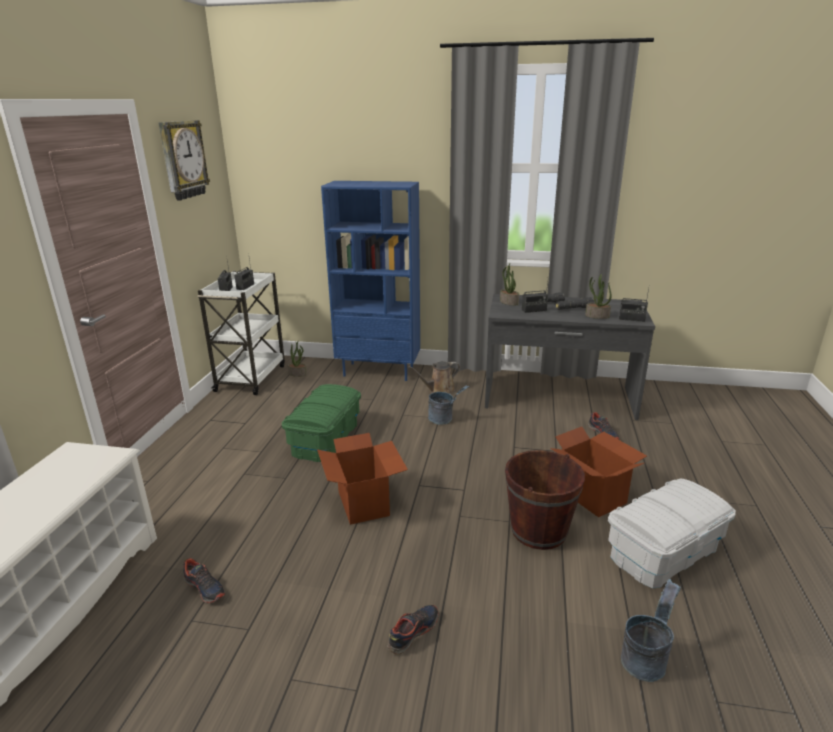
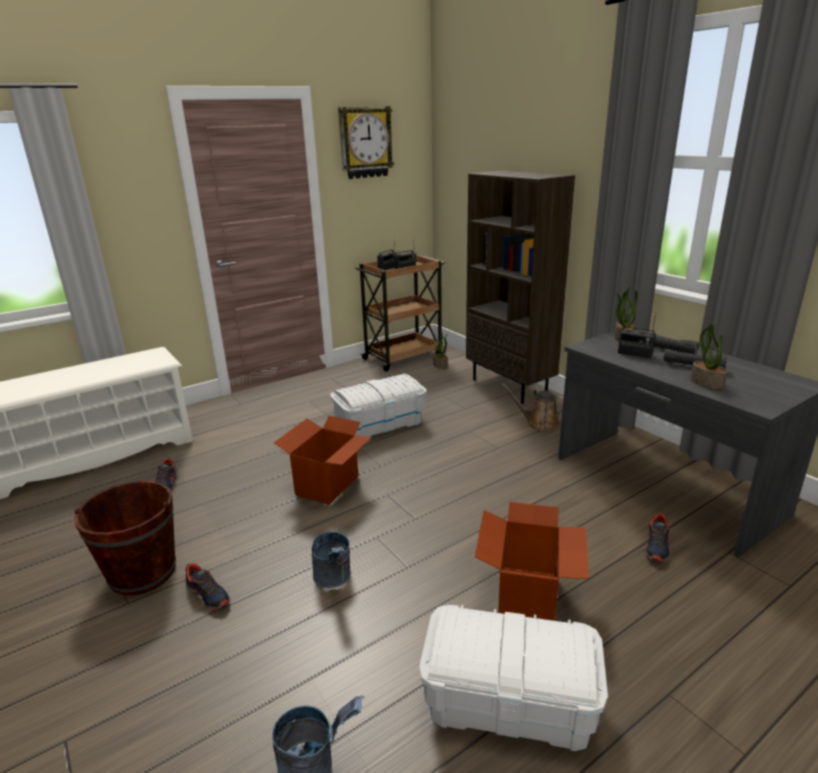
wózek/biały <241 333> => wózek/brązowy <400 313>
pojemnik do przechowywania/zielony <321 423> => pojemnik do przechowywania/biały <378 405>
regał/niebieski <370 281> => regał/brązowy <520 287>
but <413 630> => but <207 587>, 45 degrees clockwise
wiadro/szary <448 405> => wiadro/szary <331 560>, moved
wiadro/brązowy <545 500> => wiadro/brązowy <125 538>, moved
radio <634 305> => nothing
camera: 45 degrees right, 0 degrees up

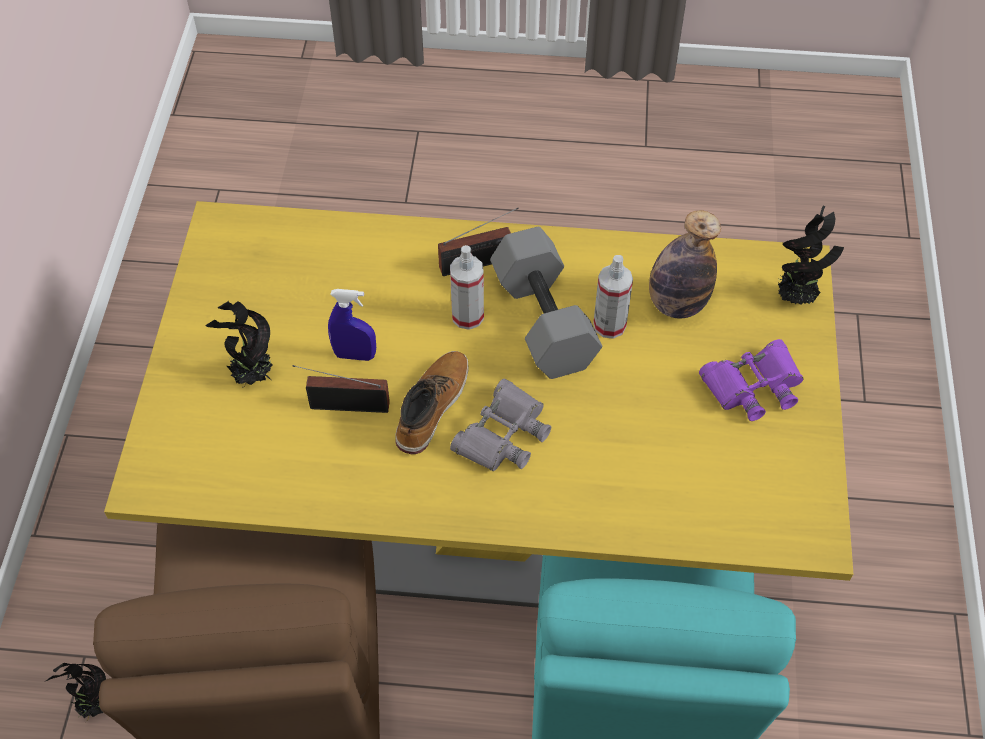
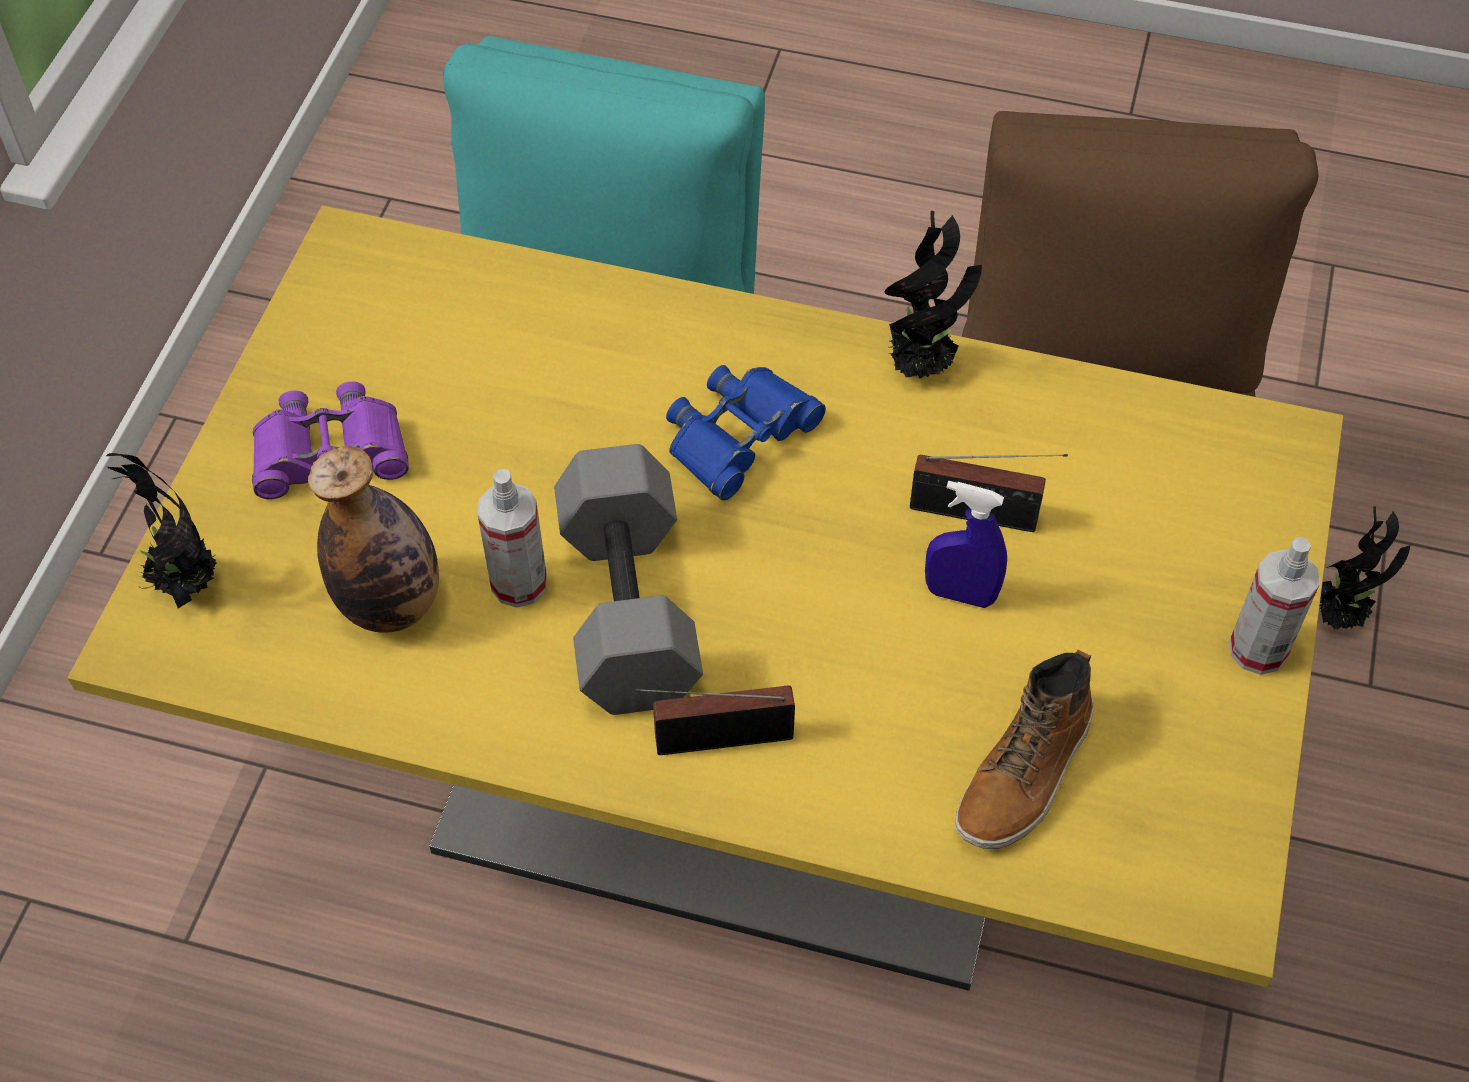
roślina doniczkowa <239 344> => roślina doniczkowa <933 295>, moved
but z cholewką <432 402> => but z cholewką <1024 749>, moved
spryskiwacz <467 287> => spryskiwacz <1275 606>, moved
lornetka/szary <500 424> => lornetka/niebieski <746 433>
camera: 170 degrees left, 0 degrees up

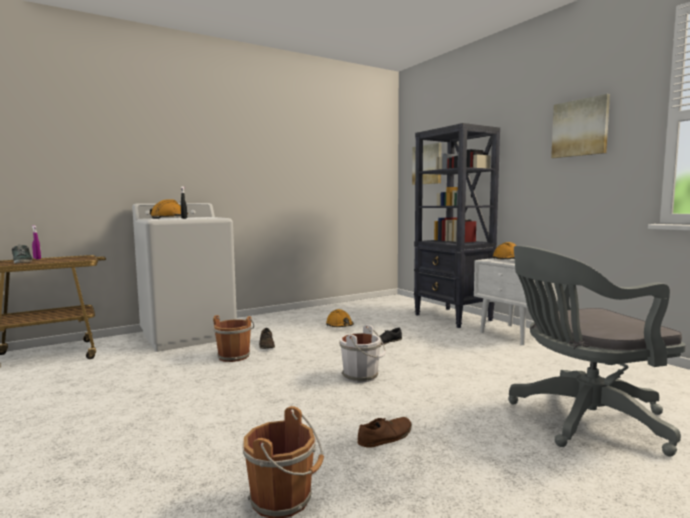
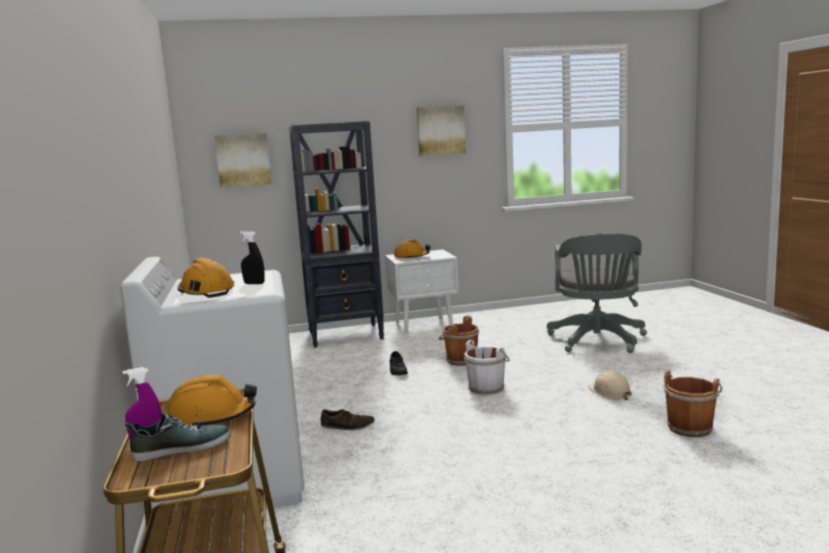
wiadro/brązowy <233 338> => wiadro/brązowy <459 341>, moved
kask/pomarańczowy <340 318> => kask/pomarańczowy <212 400>, moved
but/brązowy <384 432> => kask/beżowy <610 385>
camera: 70 degrees left, 5 degrees up

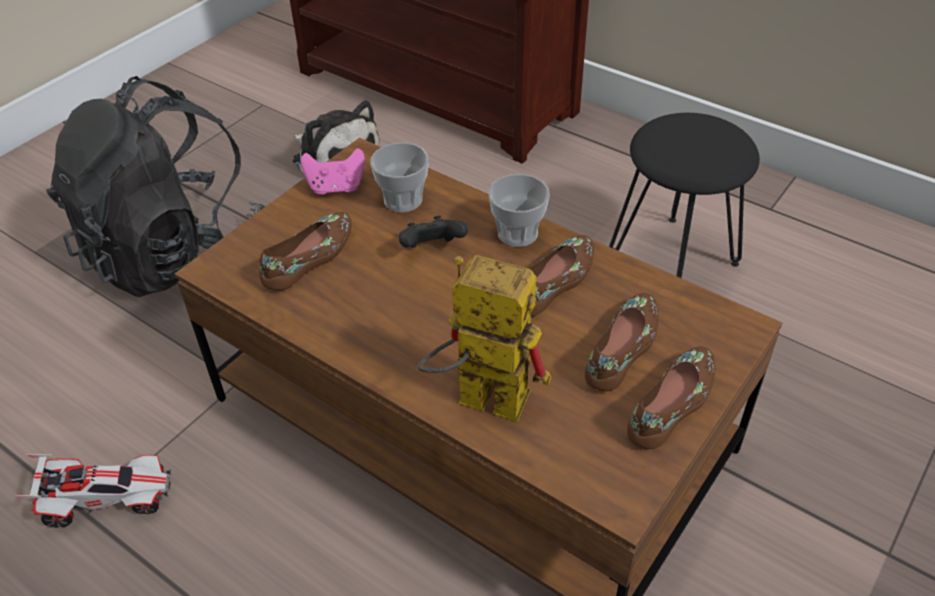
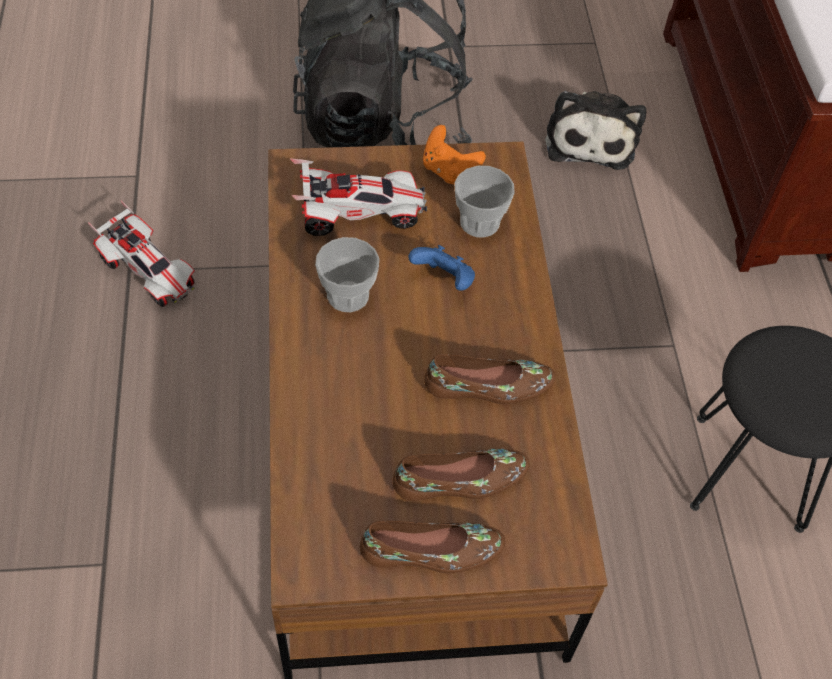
but/brązowy <305 251> => samochodzik <358 197>
pad do gier/różowy <333 171> => pad do gier/pomarańczowy <454 154>
pad do gier/czarny <433 232> => pad do gier/niebieski <442 268>
robot zabawkowy <484 338> => nothing
filiżanka <519 210> => filiżanka <347 274>, moved
camera: 45 degrees right, 10 degrees up

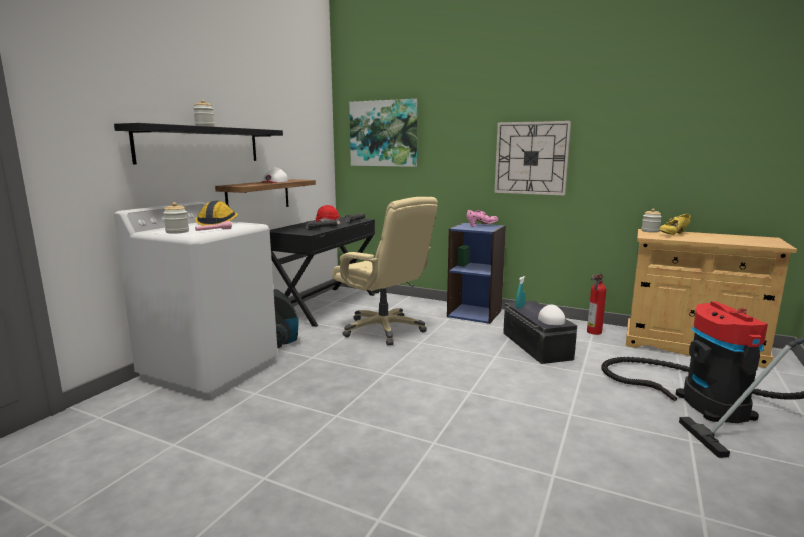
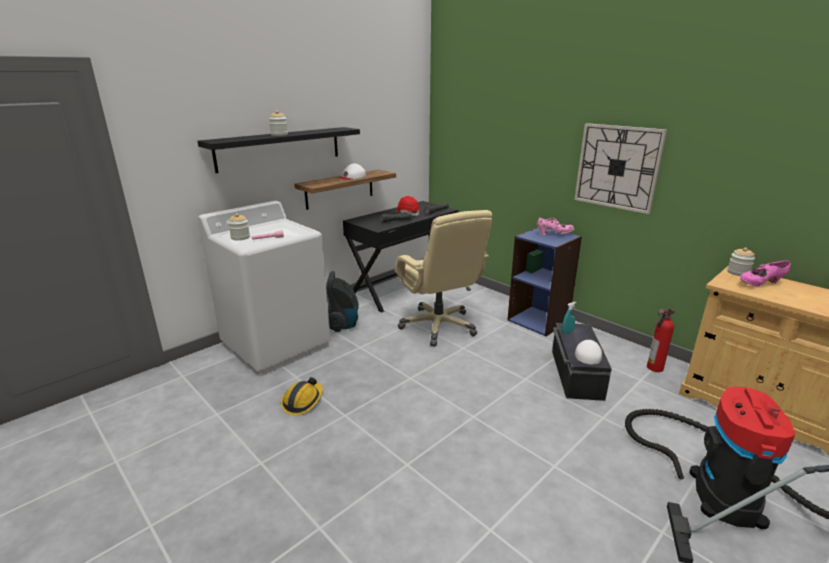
kask <216 213> => kask <302 396>, moved
obraz <383 133> => nothing
but/żółty <675 224> => but/różowy <765 273>
camera: 20 degrees right, 10 degrees up

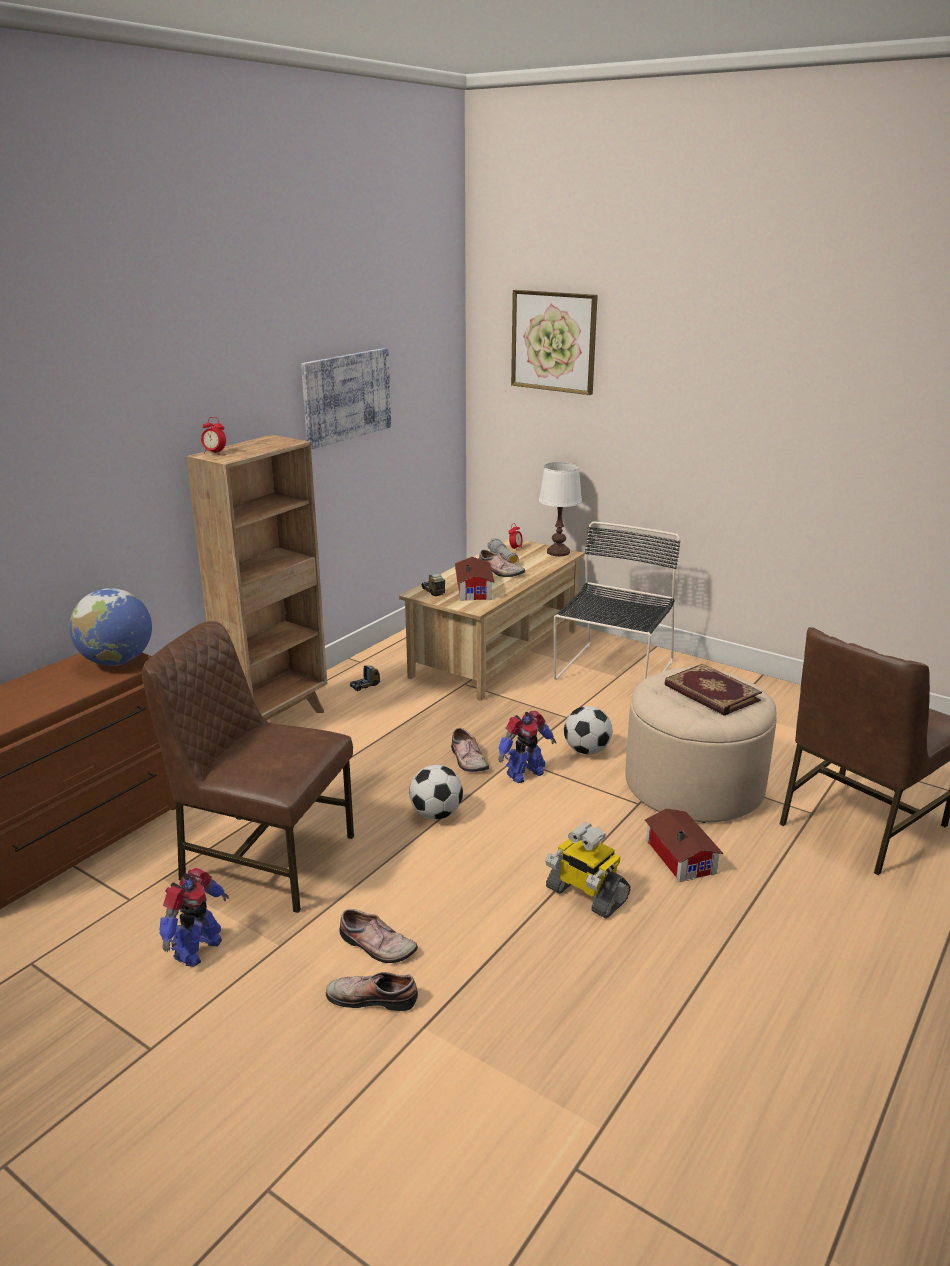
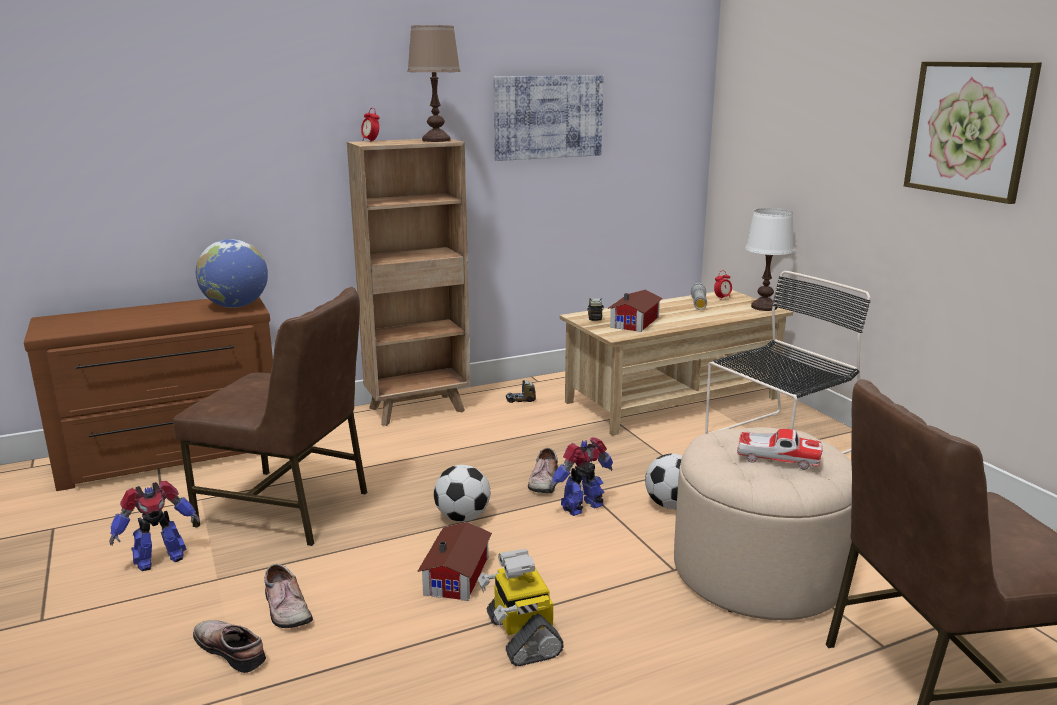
krzesło/brązowy <248 767> => krzesło/brązowy <270 416>, 150 degrees clockwise
but <502 563> => nothing
robot zabawkowy <527 747> => robot zabawkowy <581 476>, 150 degrees clockwise
obraz <554 342> => obraz <973 132>, moved
domek <684 845> => domek <455 561>, moved
książka <713 690> => samochodzik <780 449>
nothing => lampa stołowa/brązowy <434 83>
camera: 30 degrees right, 5 degrees down

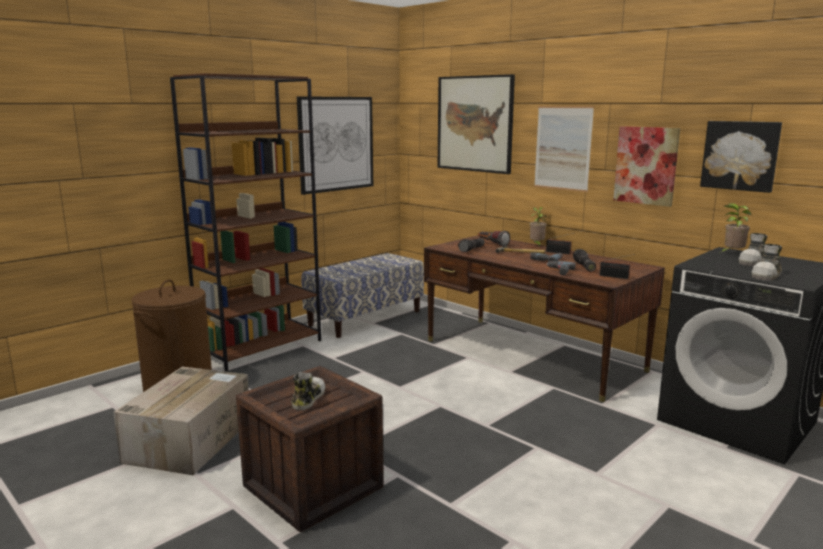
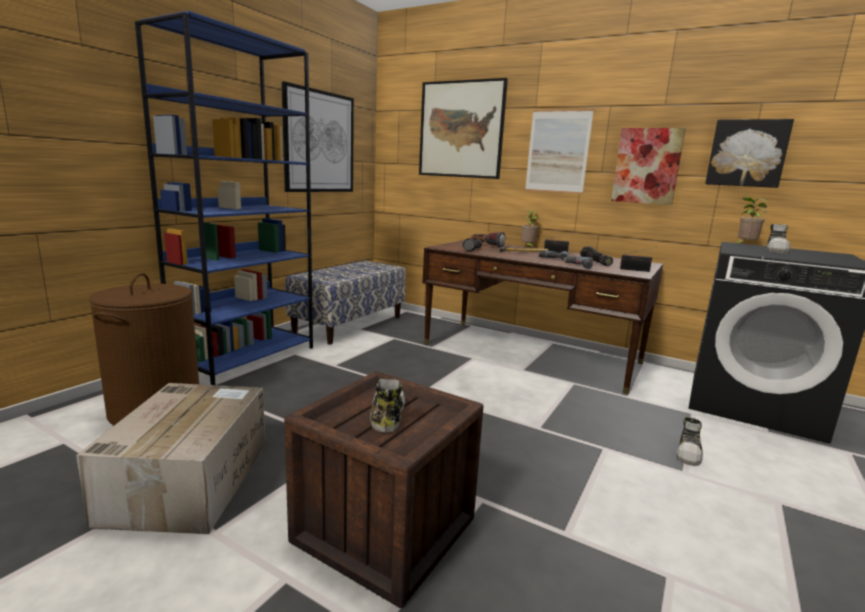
regał/brązowy <245 222> => regał/niebieski <224 198>
but <766 262> => but <689 441>, moved
camera: 15 degrees left, 0 degrees up

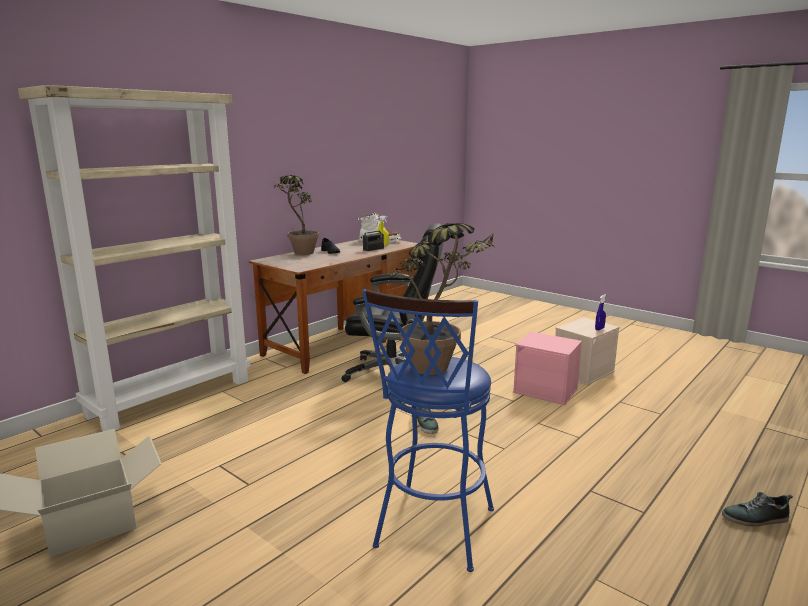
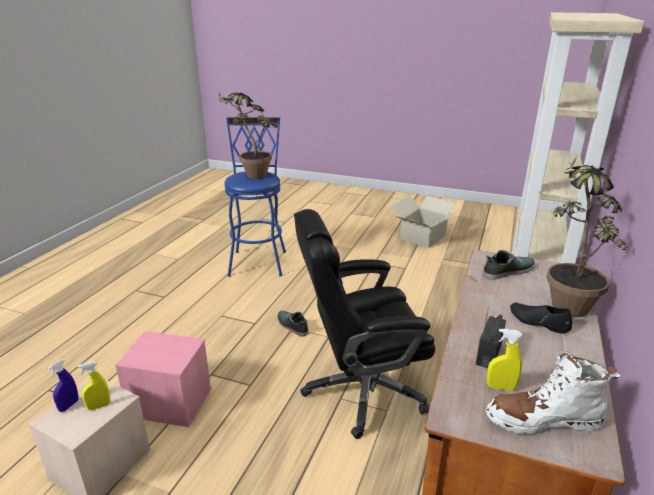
but <757 509> => but <509 265>, moved
nothing => spryskiwacz/żółty <93 385>
camera: 160 degrees right, 10 degrees up

